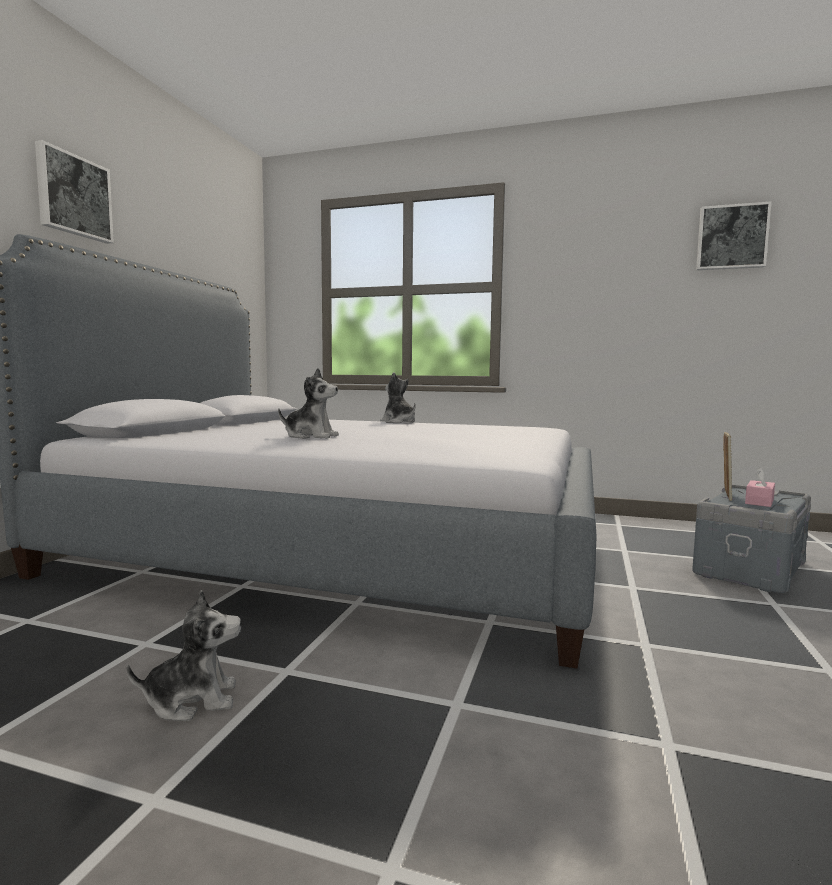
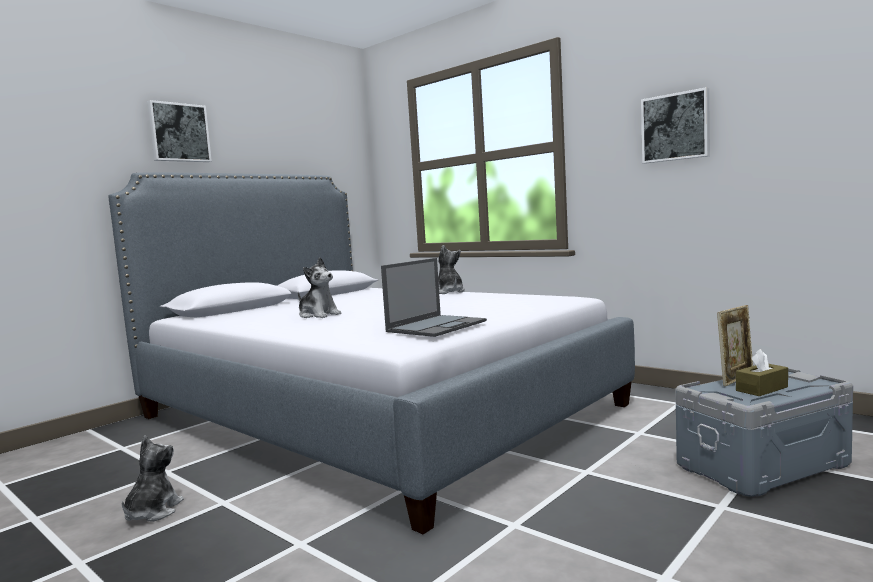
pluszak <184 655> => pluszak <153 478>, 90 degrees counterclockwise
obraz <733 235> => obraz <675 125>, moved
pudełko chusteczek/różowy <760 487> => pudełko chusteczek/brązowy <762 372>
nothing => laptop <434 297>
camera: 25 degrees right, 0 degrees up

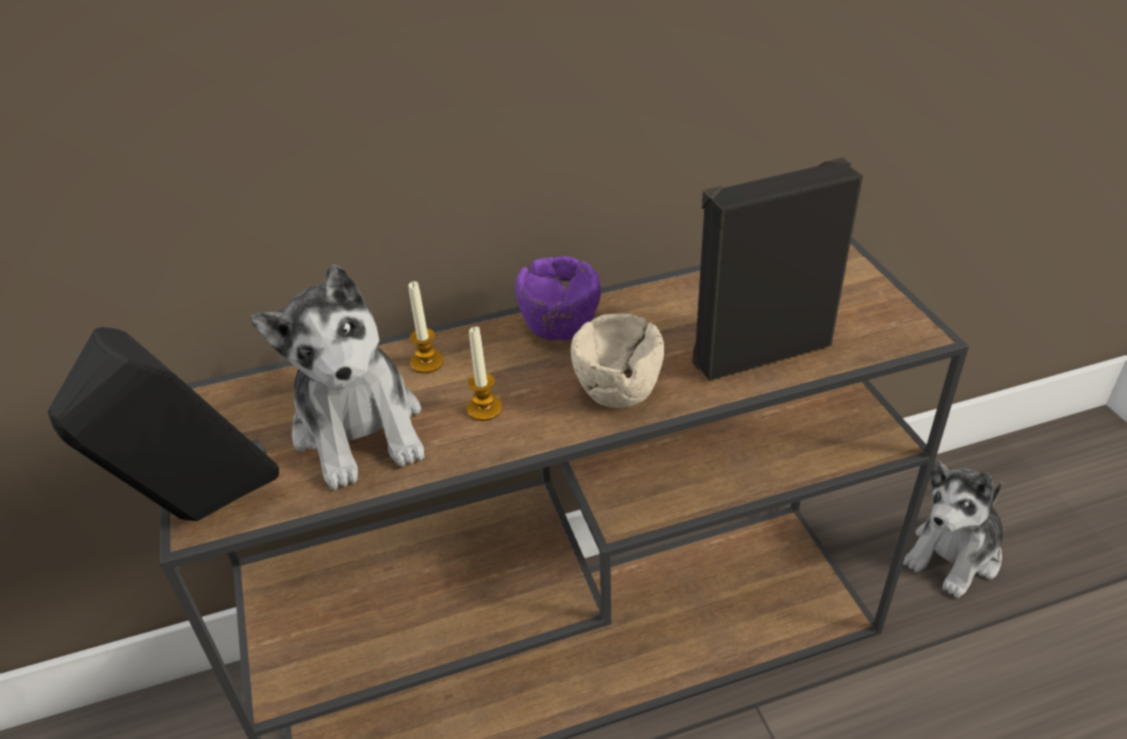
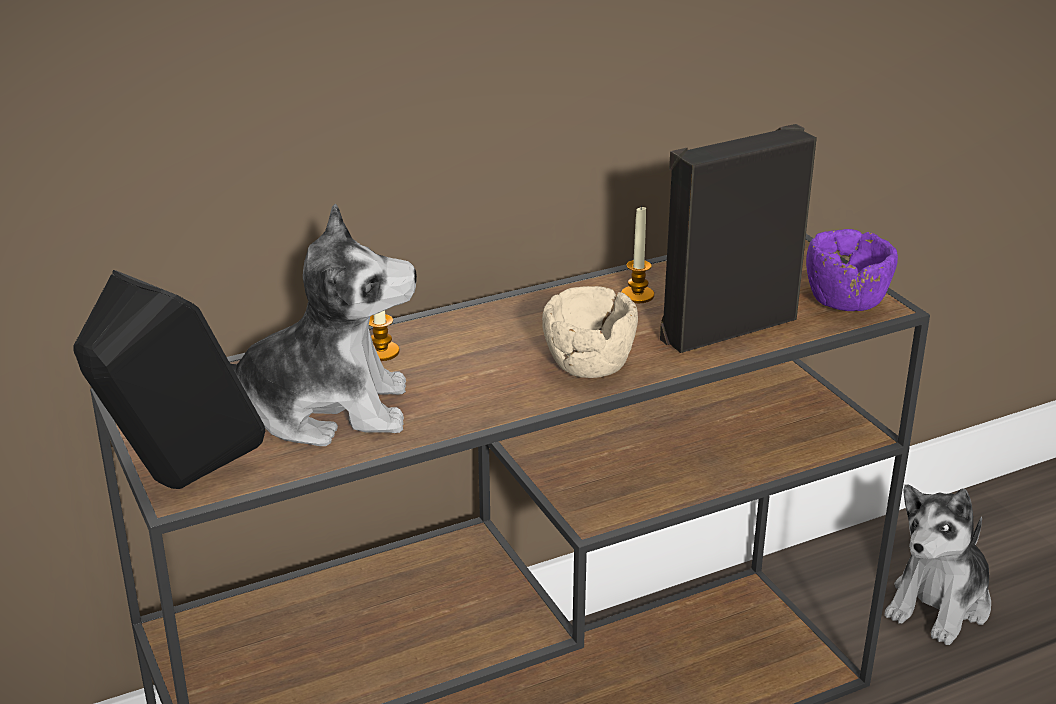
pluszak <337 377> => pluszak <323 325>, 60 degrees counterclockwise
świeca <484 373> => świeca <637 254>, moved
miska/fioletowy <558 298> => miska/fioletowy <852 270>, moved
camera: 10 degrees left, 10 degrees down

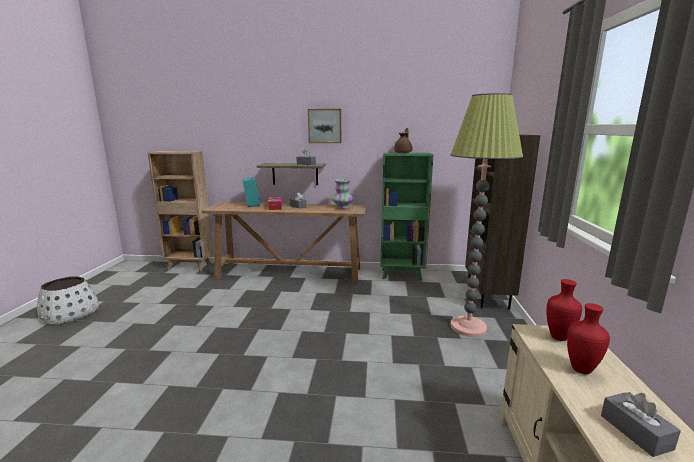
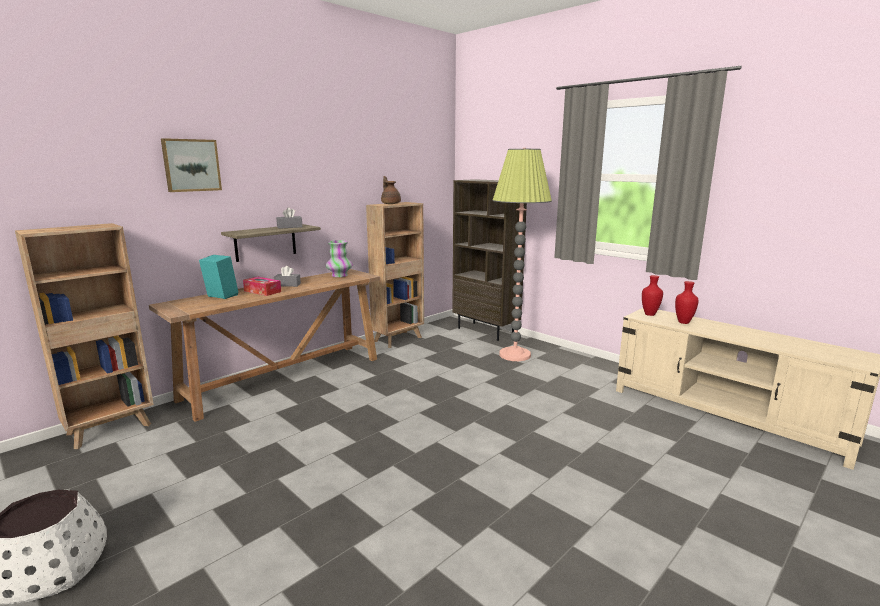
obraz <324 126> => obraz <191 165>, moved
regał/zielony <407 216> => regał/brązowy <395 275>
pudełko chusteczek/szary <641 424> => nothing
camera: 50 degrees left, 0 degrees up

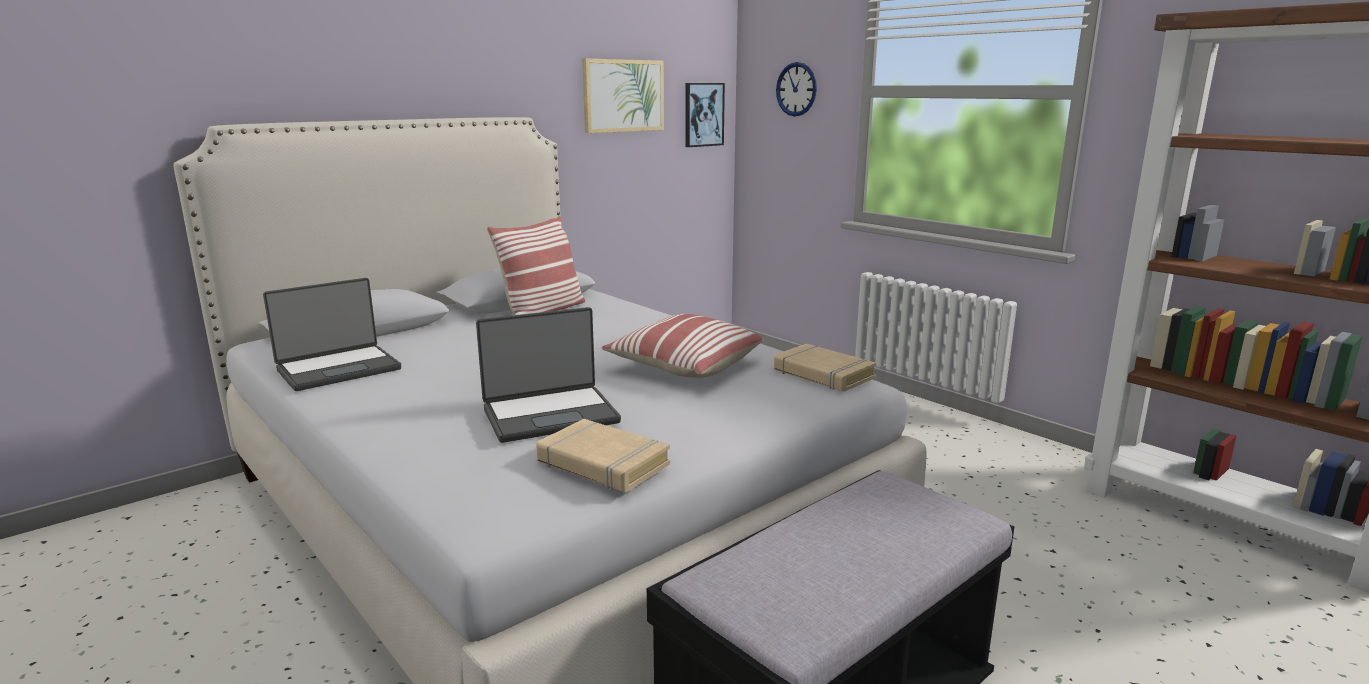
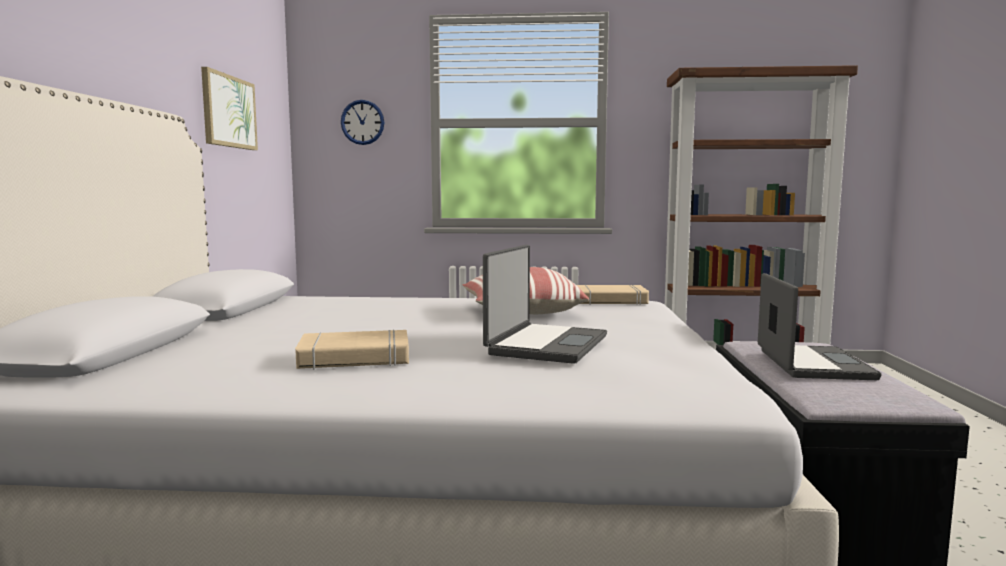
laptop <332 334> => laptop <820 326>, moved
poduszka <536 265> => nothing
książka/beżowy <603 455> => książka/beżowy <352 350>, moved
obraz <705 115> => nothing
camera: 45 degrees left, 10 degrees down

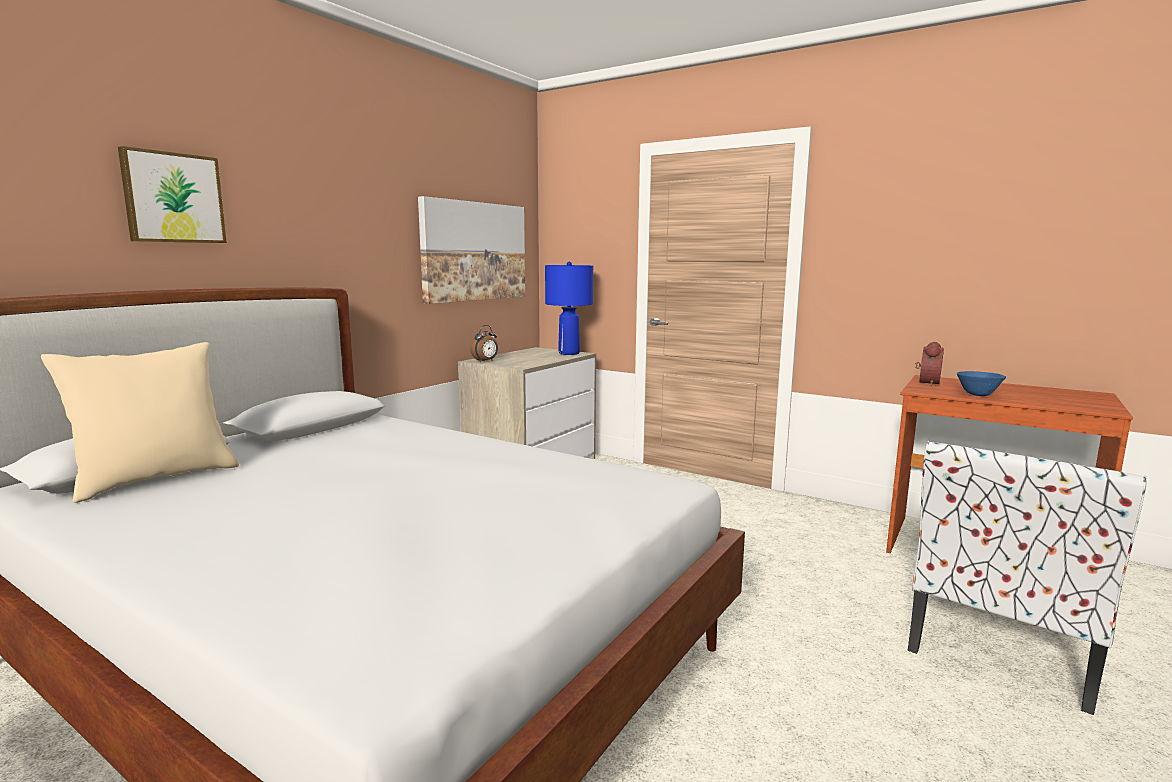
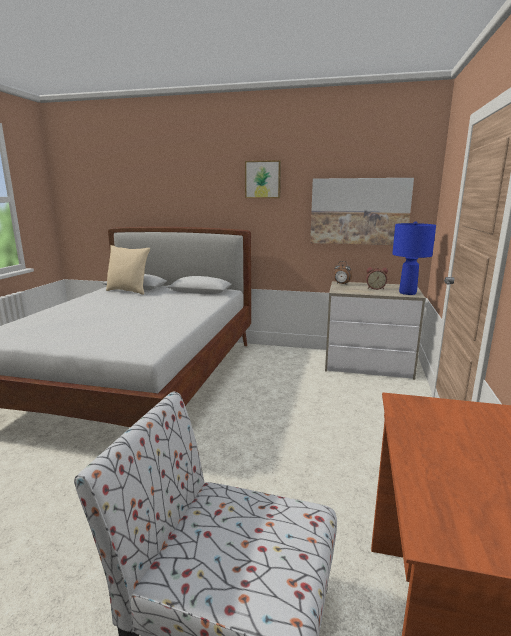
obraz <172 194> => obraz <263 179>, moved
budzik <929 364> => budzik <377 278>, moved
miska/niebieski <981 383> => nothing
camera: 70 degrees right, 5 degrees up

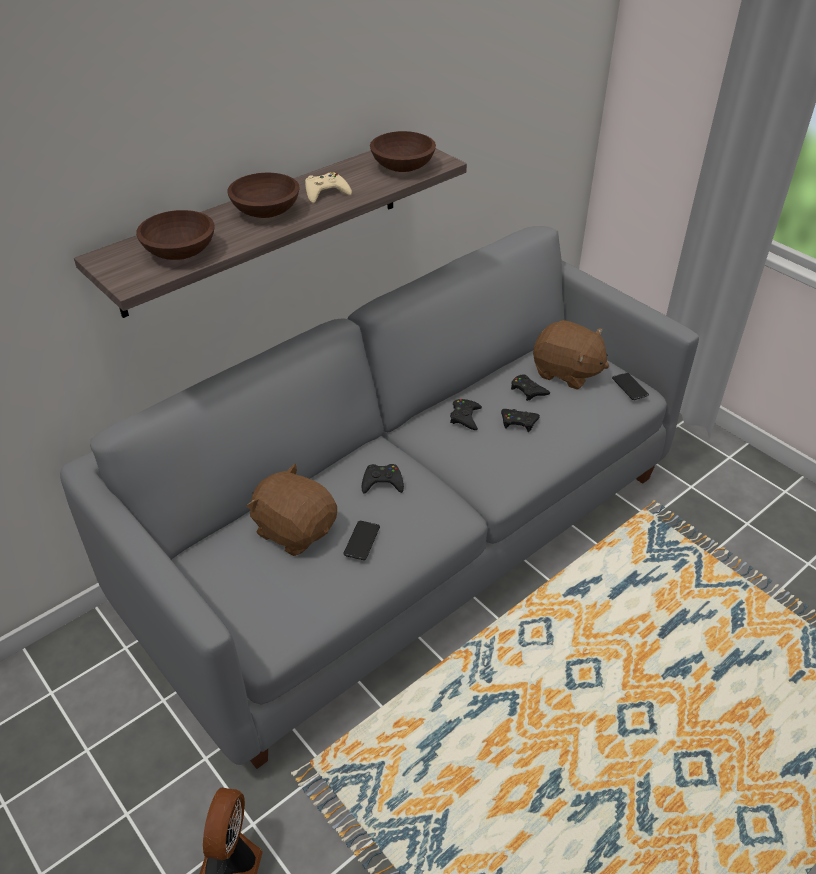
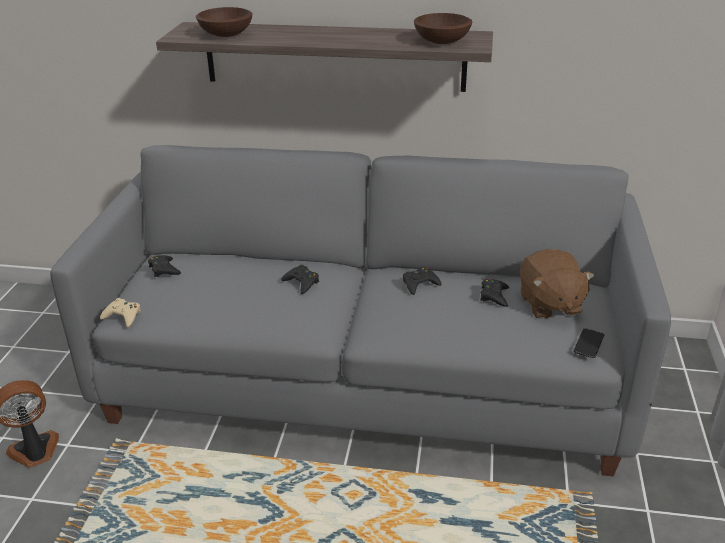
miska/brązowy <263 195> => nothing
pluszak/brązowy <292 510> => nothing
pad do gier/beżowy <328 188> => pad do gier/beżowy <120 312>, moved
telefon <361 540> => nothing
pad do gier/czarny <520 420> => pad do gier/czarny <164 266>, moved
camera: 50 degrees right, 10 degrees down

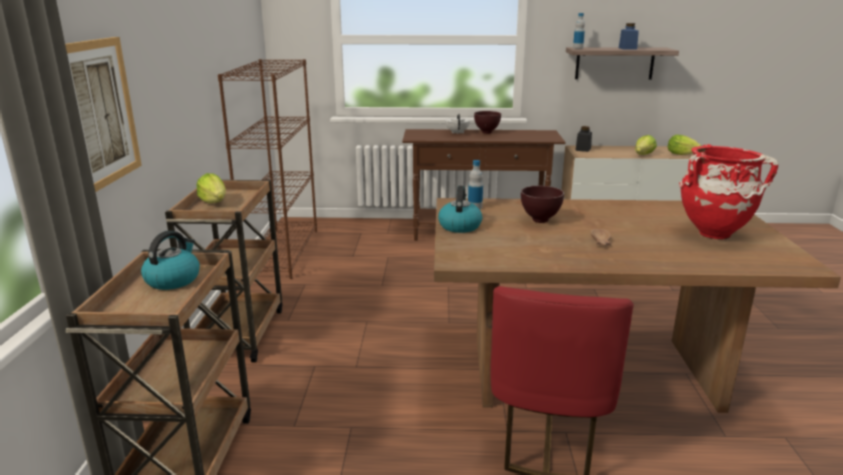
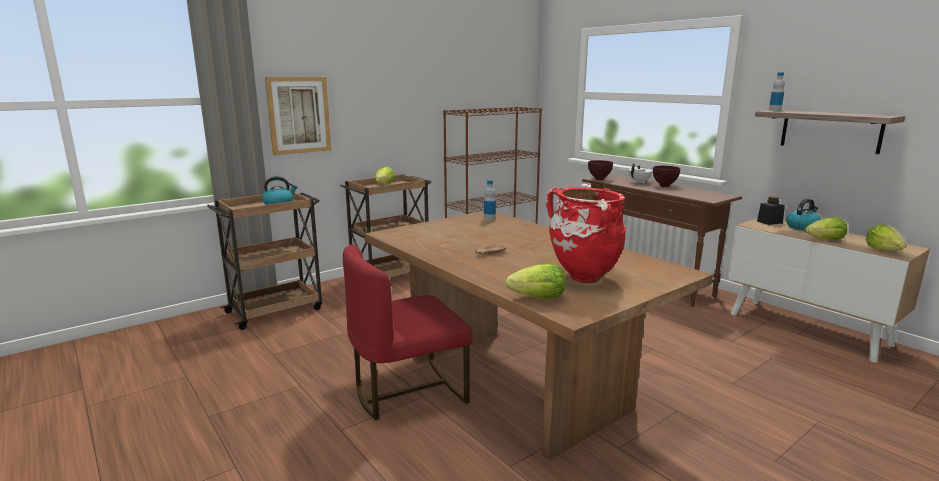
czajnik <460 209> => czajnik <803 214>, moved
miska/brązowy <542 204> => miska/brązowy <600 170>, moved
słoik/niebieski <629 36> => nothing
nothing => sałata <535 281>
camera: 50 degrees right, 5 degrees down

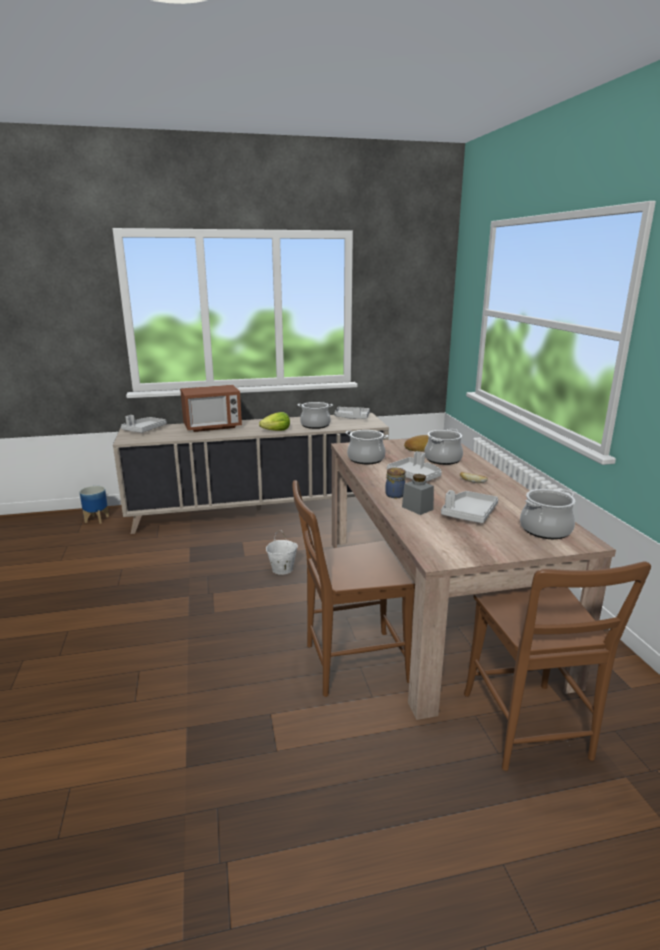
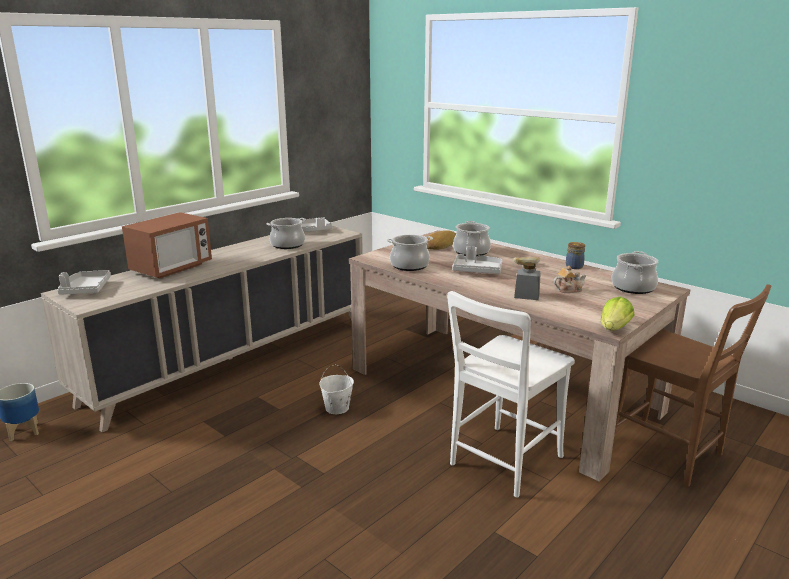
sałata <274 421> => sałata <617 313>, moved
krzesło/brązowy <354 588> => krzesło/biały <511 394>
słoik <395 483> => słoik <575 255>, moved
taca/szary <469 506> => imbryk <570 279>
camera: 35 degrees left, 0 degrees up

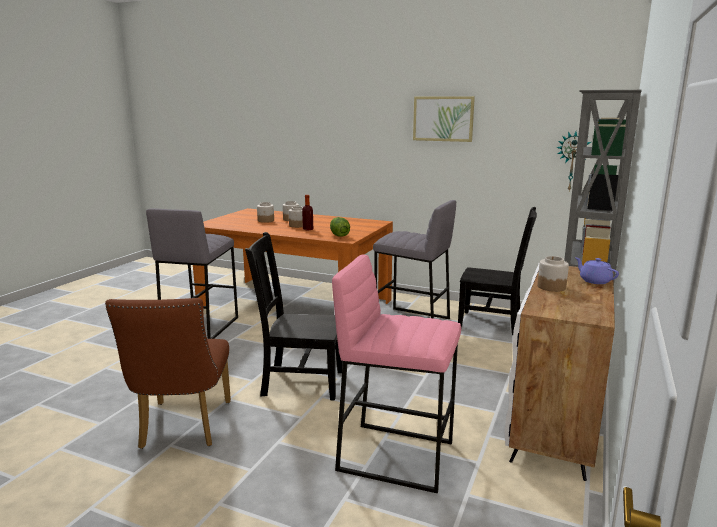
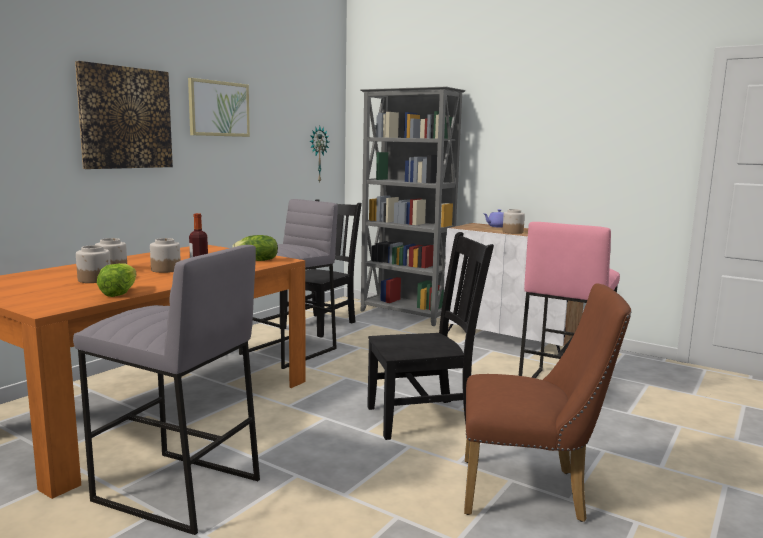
krzesło/czarny <294 316> => krzesło/czarny <430 336>, 120 degrees counterclockwise
nothing => obraz <124 115>
nothing => sałata <117 280>
camera: 80 degrees left, 5 degrees down

